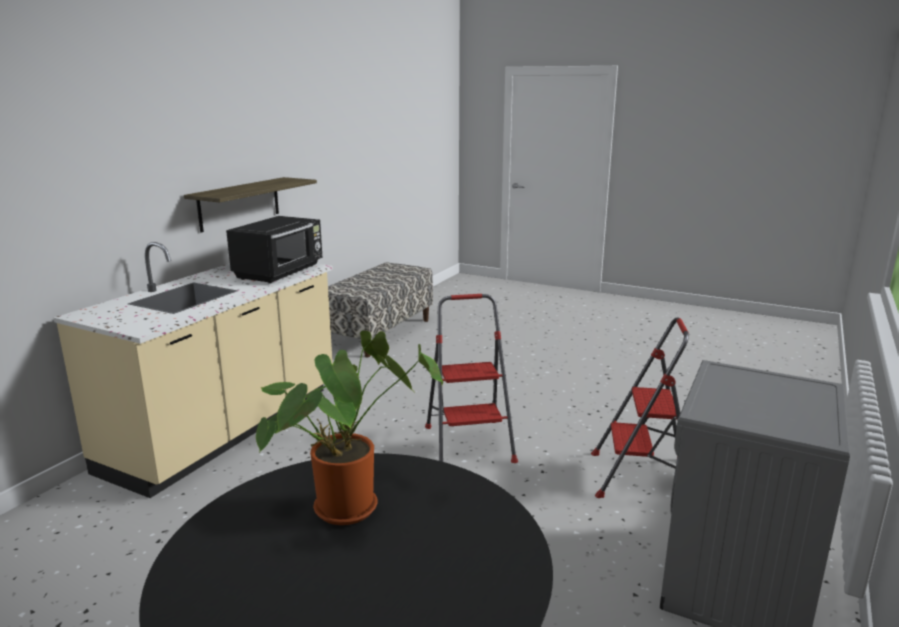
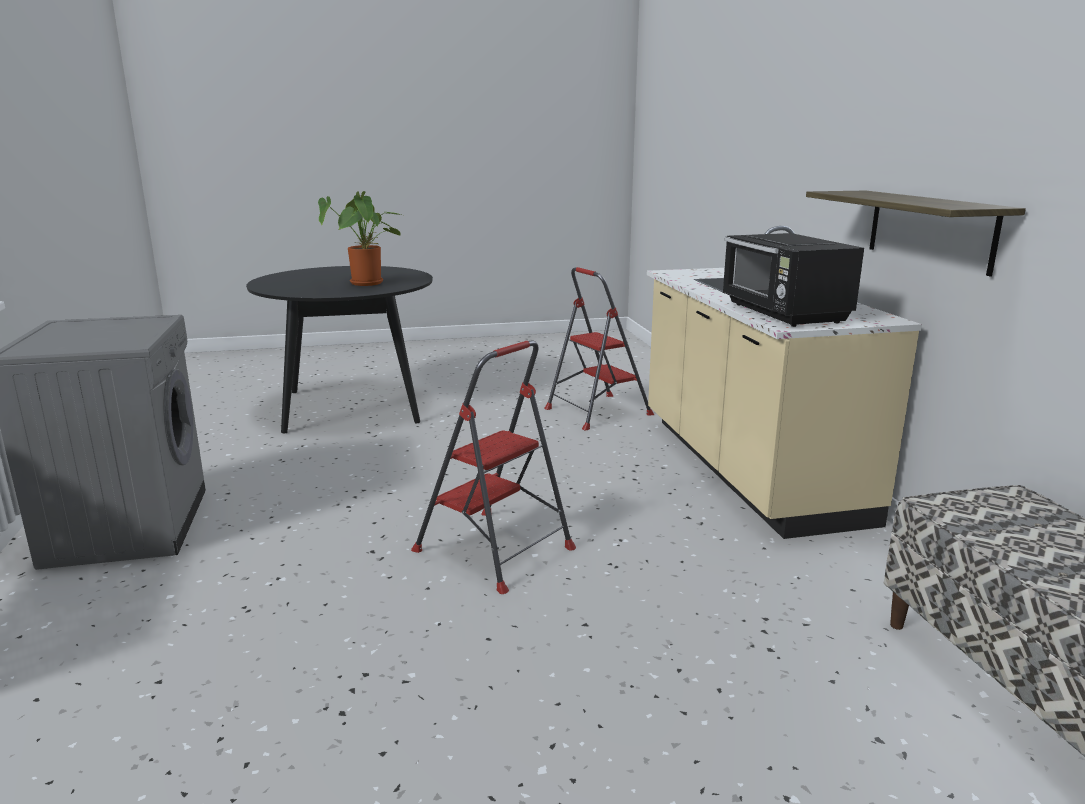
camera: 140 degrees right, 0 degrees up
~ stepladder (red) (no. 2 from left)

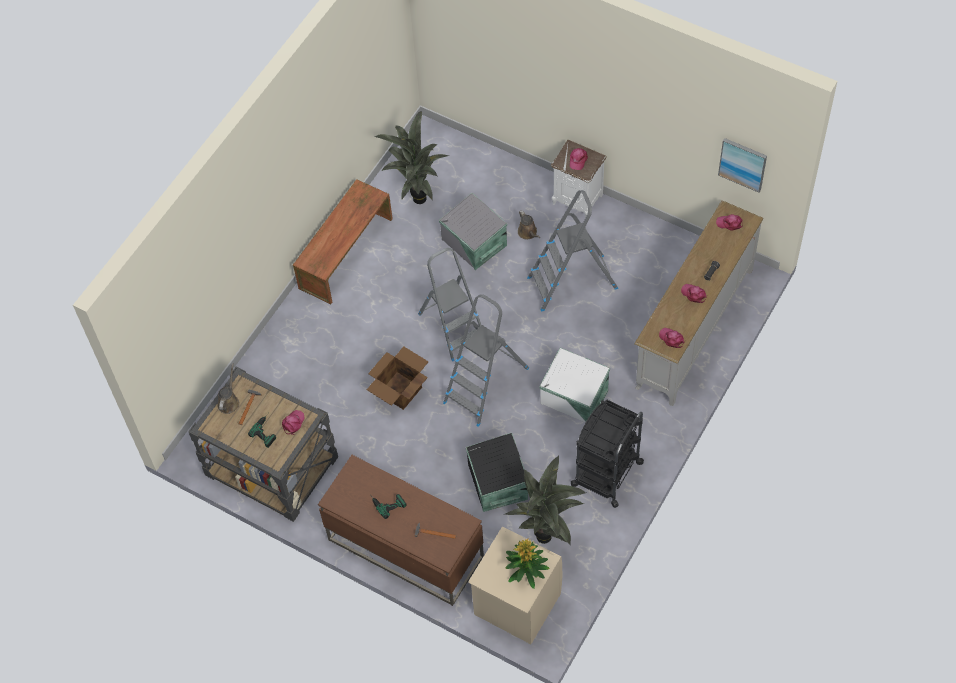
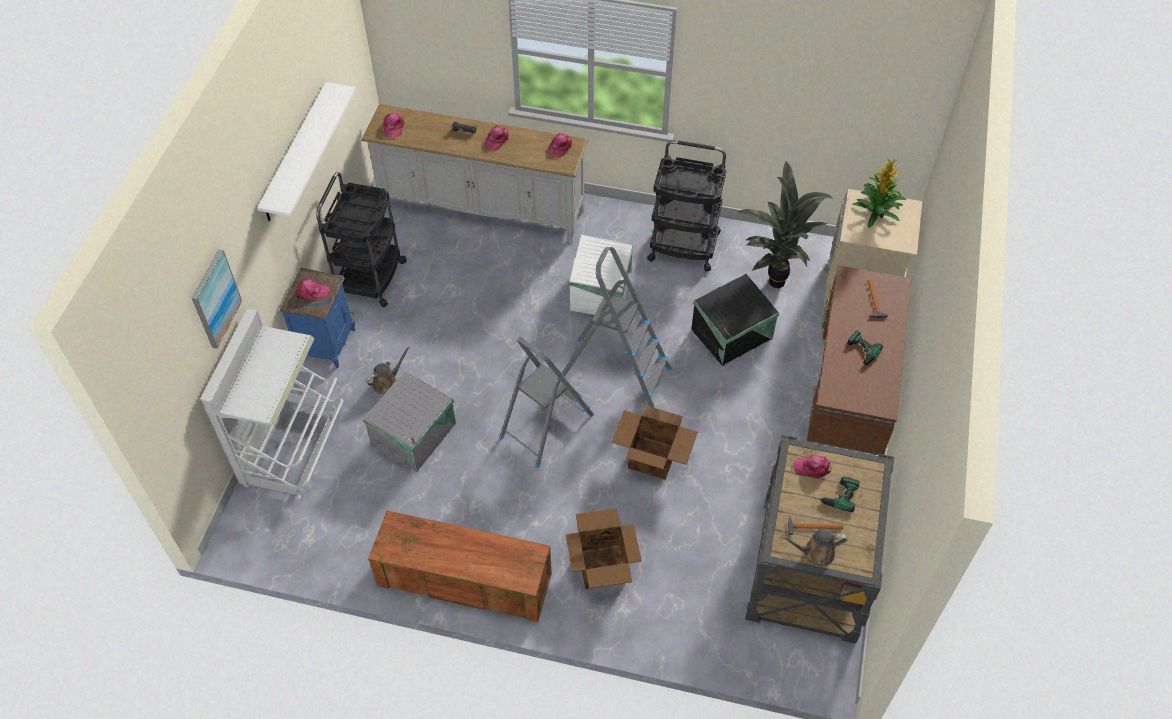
camera: 110 degrees left, 5 degrees down
- potted plant (no. 1 from left)
- stepladder (gray) (no. 3 from left)
+ shoe rack (whitish)
+ shelf (whitish)
+ wheeled cart (blackish) (no. 1 from left)
+ packing box (no. 1 from left)
~ picture
~ nightstand (whitish) to nightstand (blue)

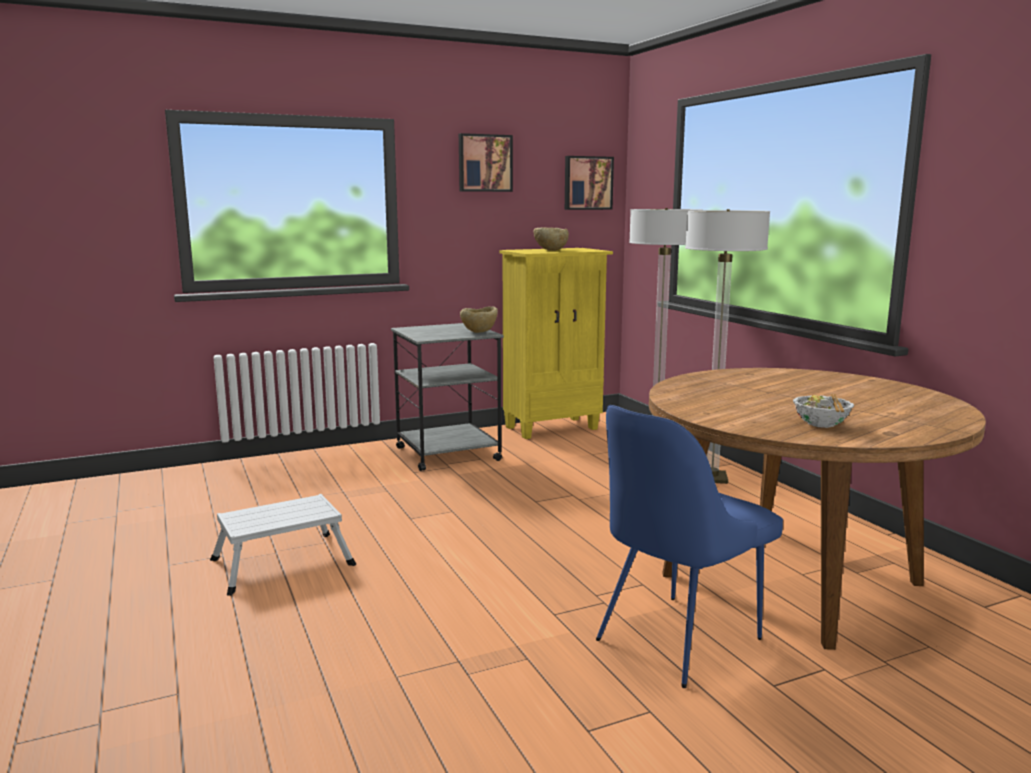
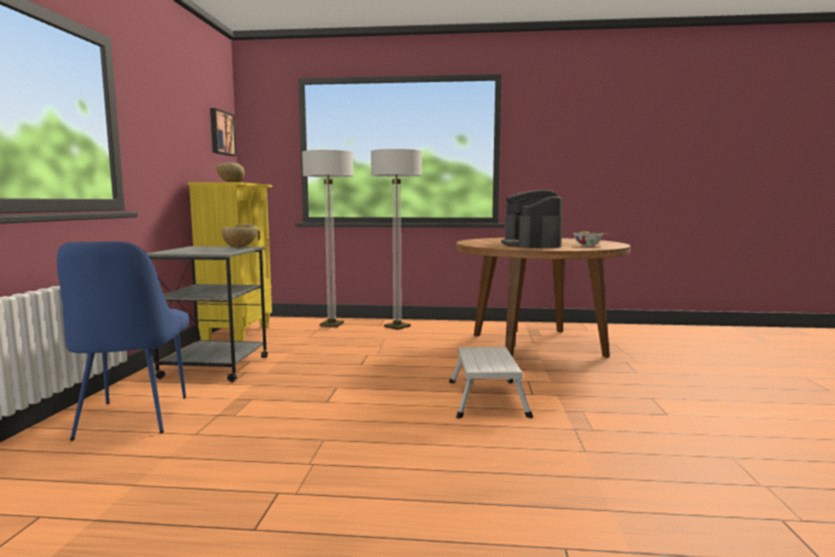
camera: 60 degrees left, 5 degrees down
- picture (no. 1 from left)
+ coffee machine
~ stepladder (whitish)
~ upright chair (blue)

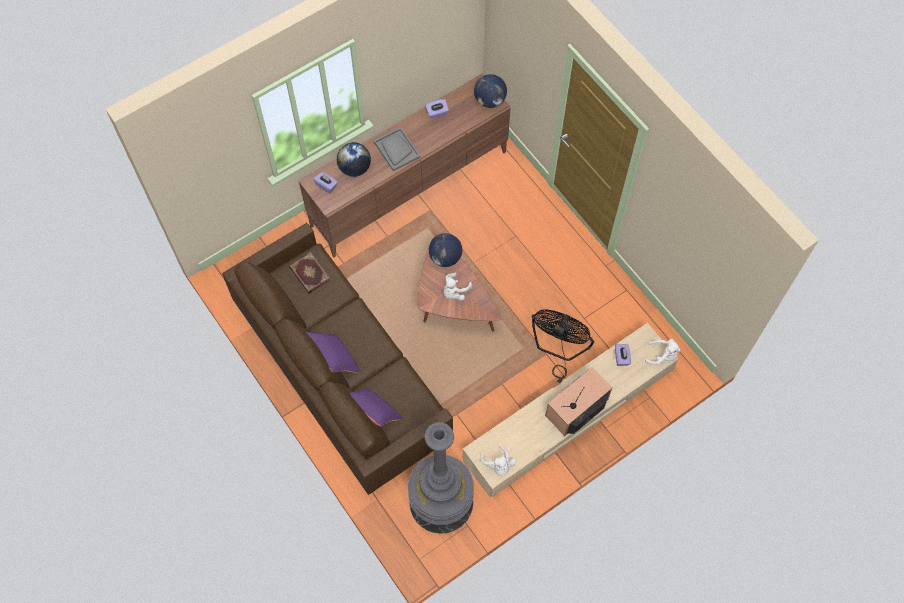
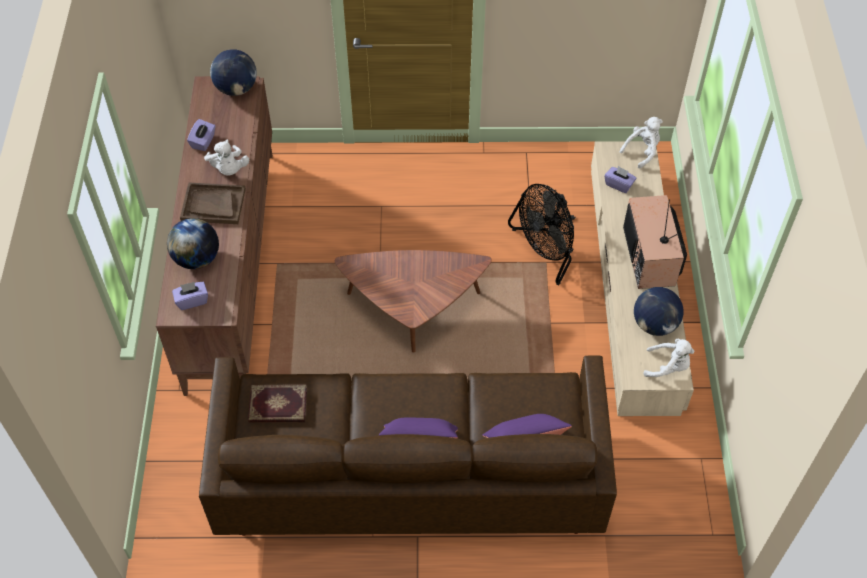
camera: 55 degrees left, 10 degrees down
- standard lamp (gray)
~ globe (no. 2 from left in the first image) to globe (no. 3 from left)
~ plush toy (whitish) (no. 1 from left)
~ serving tray (gray) to serving tray (brown)
~ electric fan (blackish) 90 degrees counterclockwise

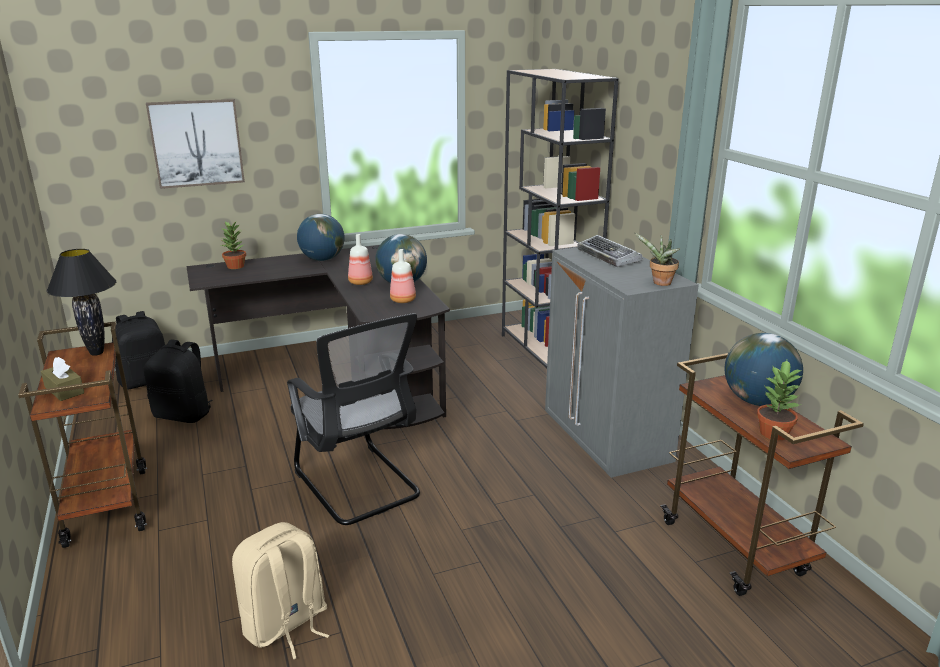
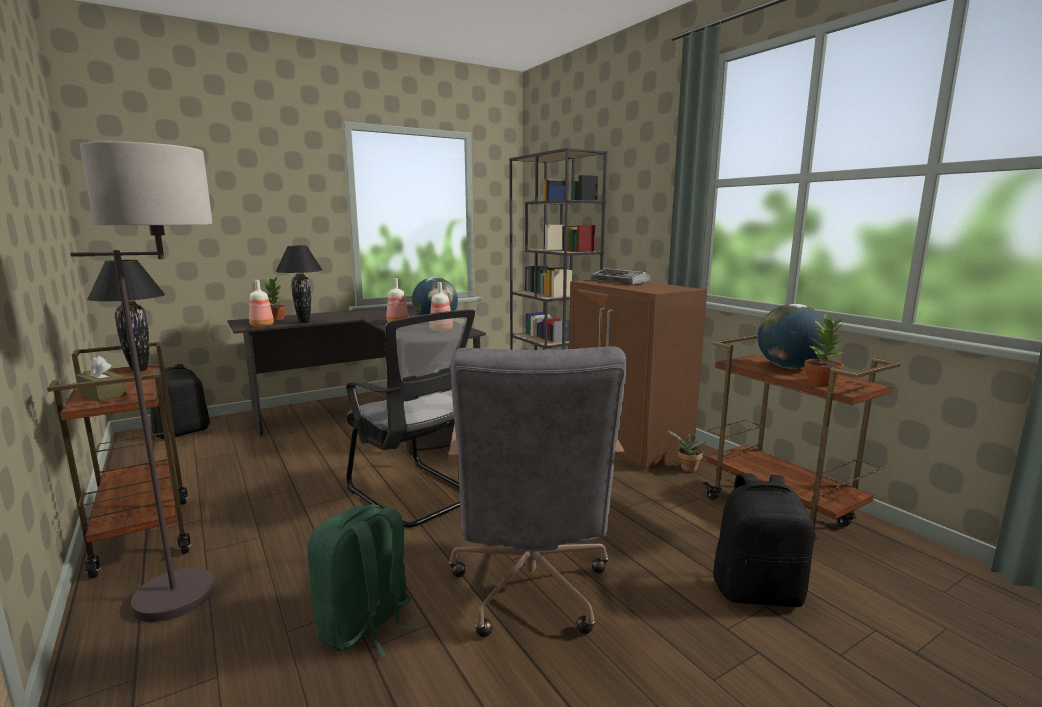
camera: 10 degrees left, 10 degrees down
- picture
- globe (no. 1 from left)
+ standard lamp (gray)
+ bottle (no. 1 from left)
+ tabletop lamp (blackish) (no. 2 from left)
+ desk chair (gray)
~ backpack (blackish) (no. 2 from left)
~ potted plant (no. 2 from left)
~ backpack (beige) to backpack (green-coloured)
~ cabinet (gray) to cabinet (brown)

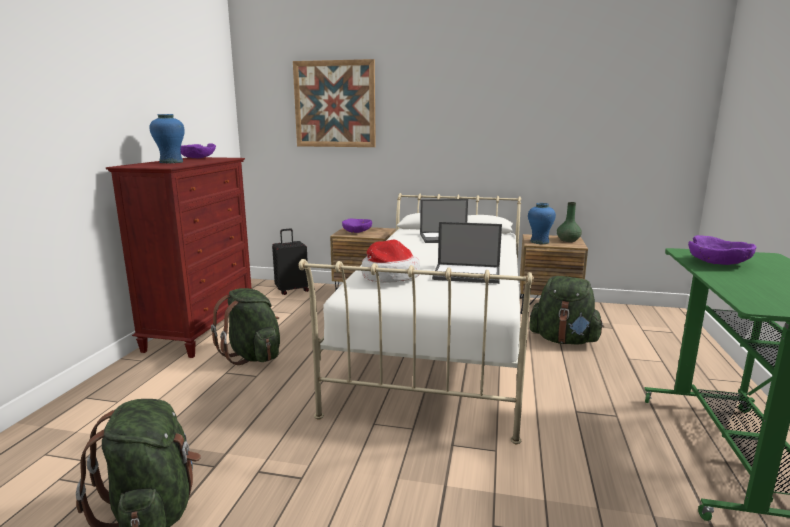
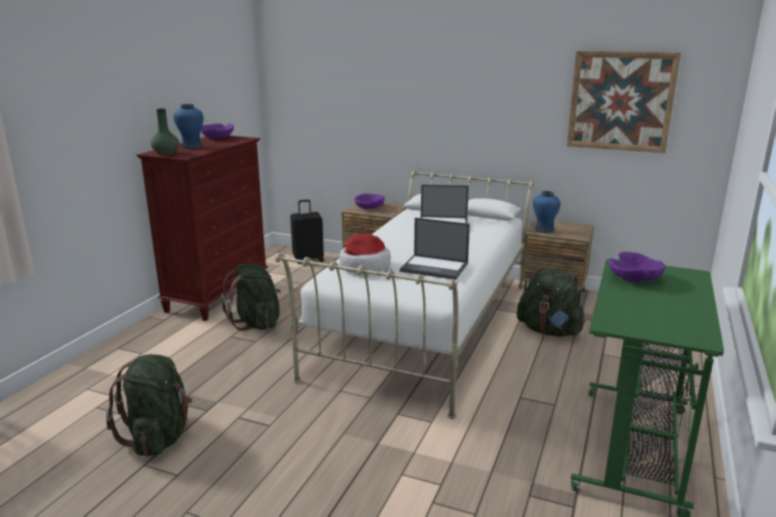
camera: 10 degrees right, 5 degrees up
~ picture
~ vase (green-coloured)

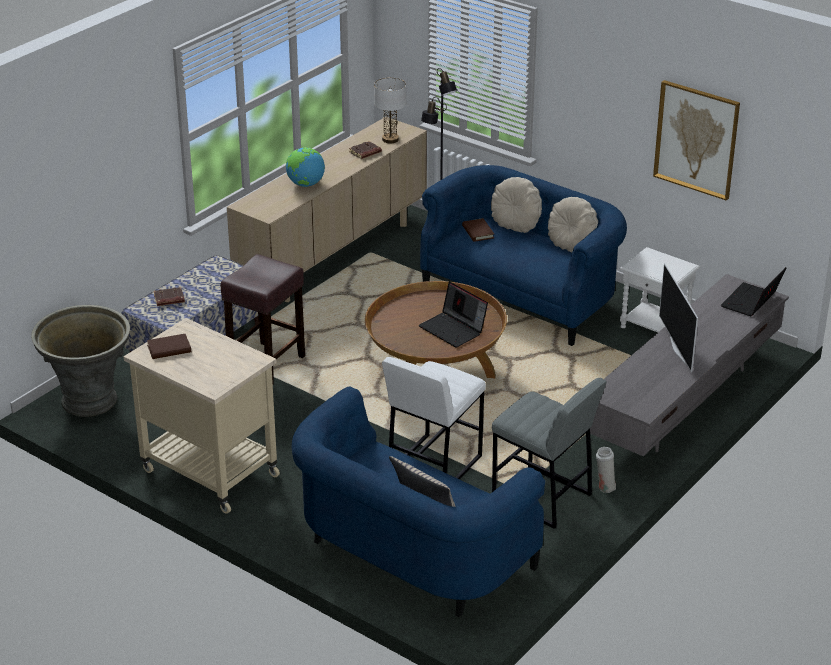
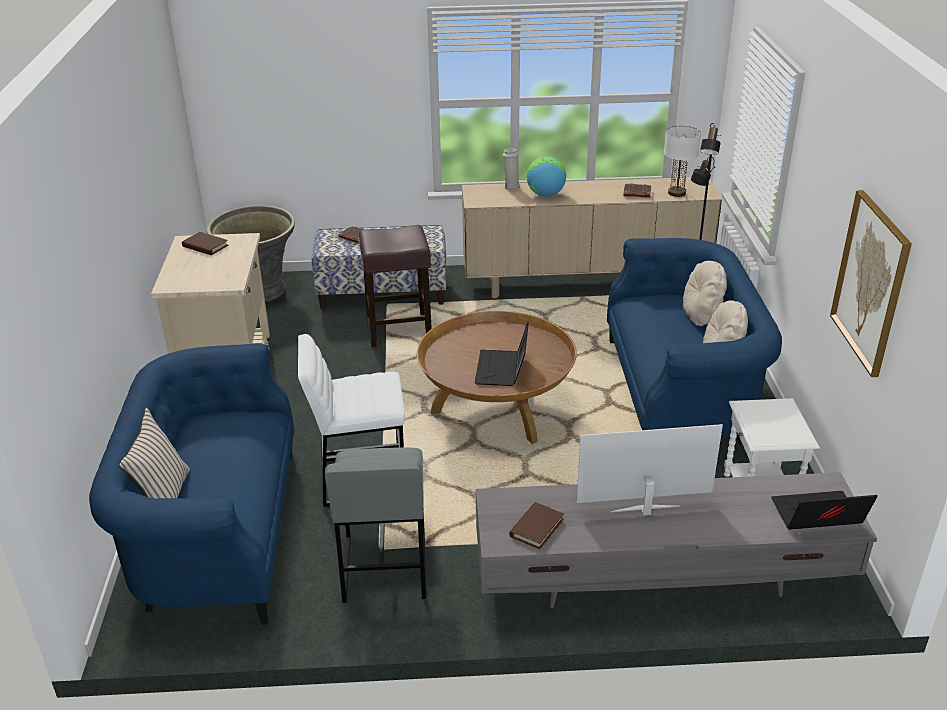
camera: 50 degrees right, 0 degrees up
~ volume (brown) (no. 4 from left in the first image) to volume (brown) (no. 3 from left)
~ vase (whitish)
~ TV 45 degrees clockwise

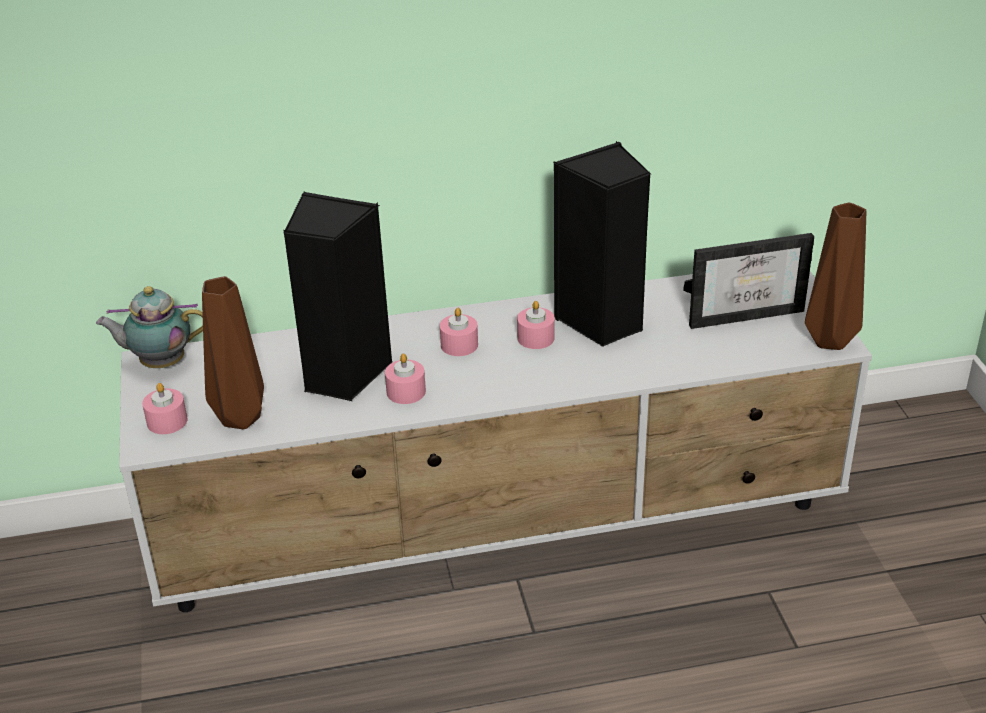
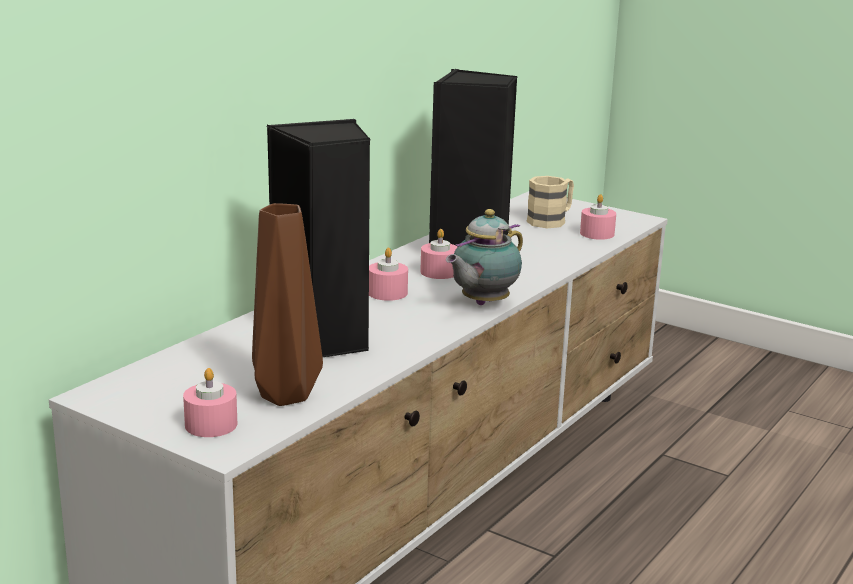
camera: 45 degrees left, 15 degrees down
- vase (brown) (no. 2 from left)
~ pot for tea
~ candle (pink) (no. 2 from left in the first image) to candle (pink) (no. 4 from left)
~ picture frame to tea mug (beige)

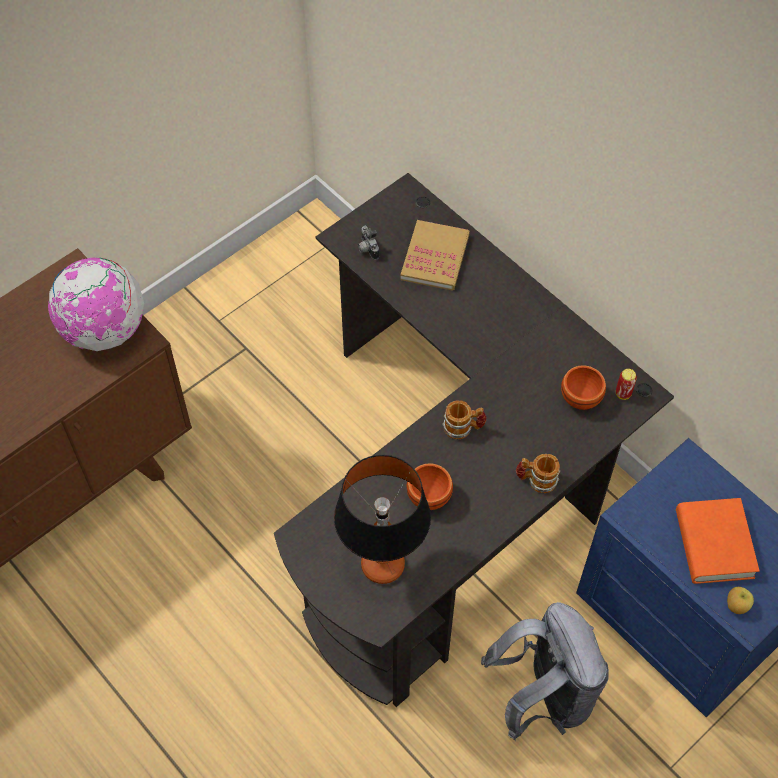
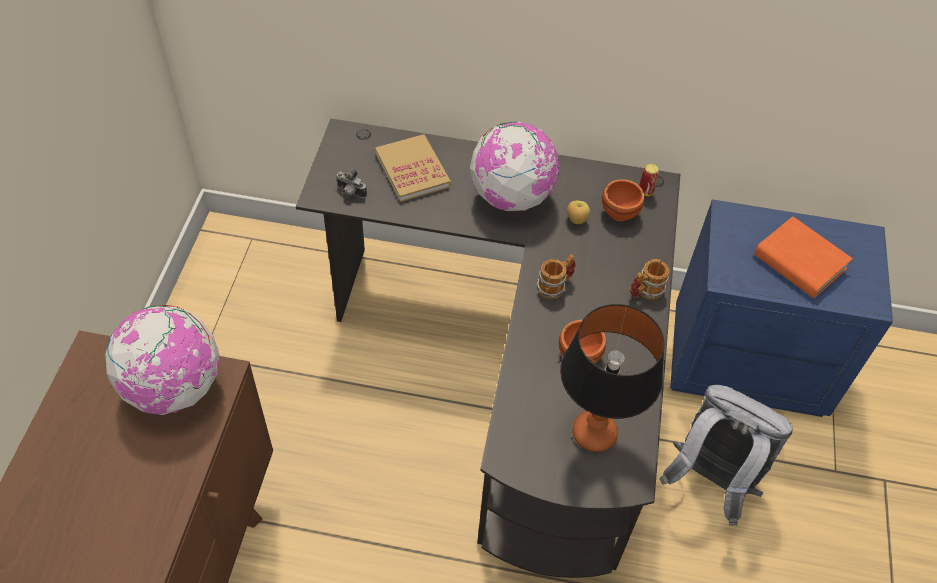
camera: 40 degrees left, 5 degrees down
+ globe (no. 2 from left)
~ whole apple

